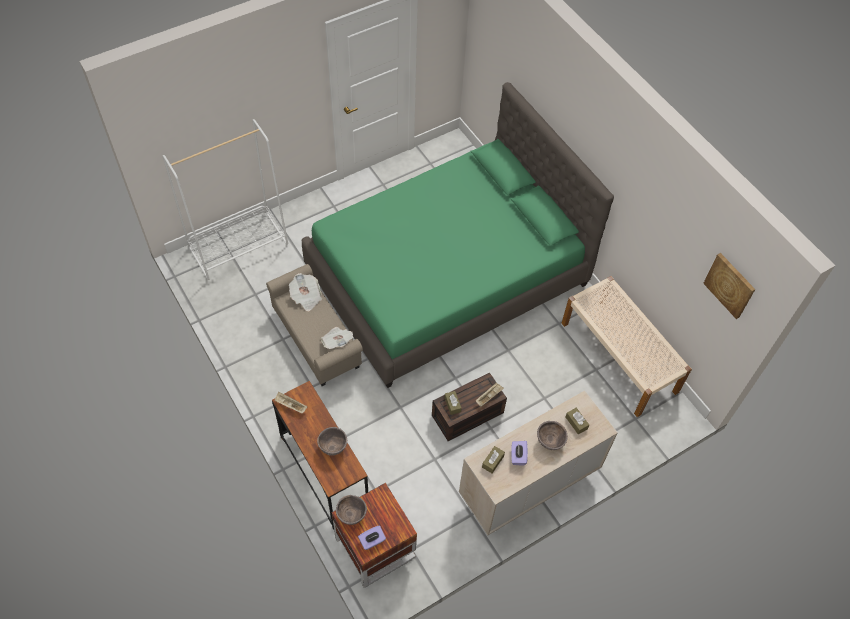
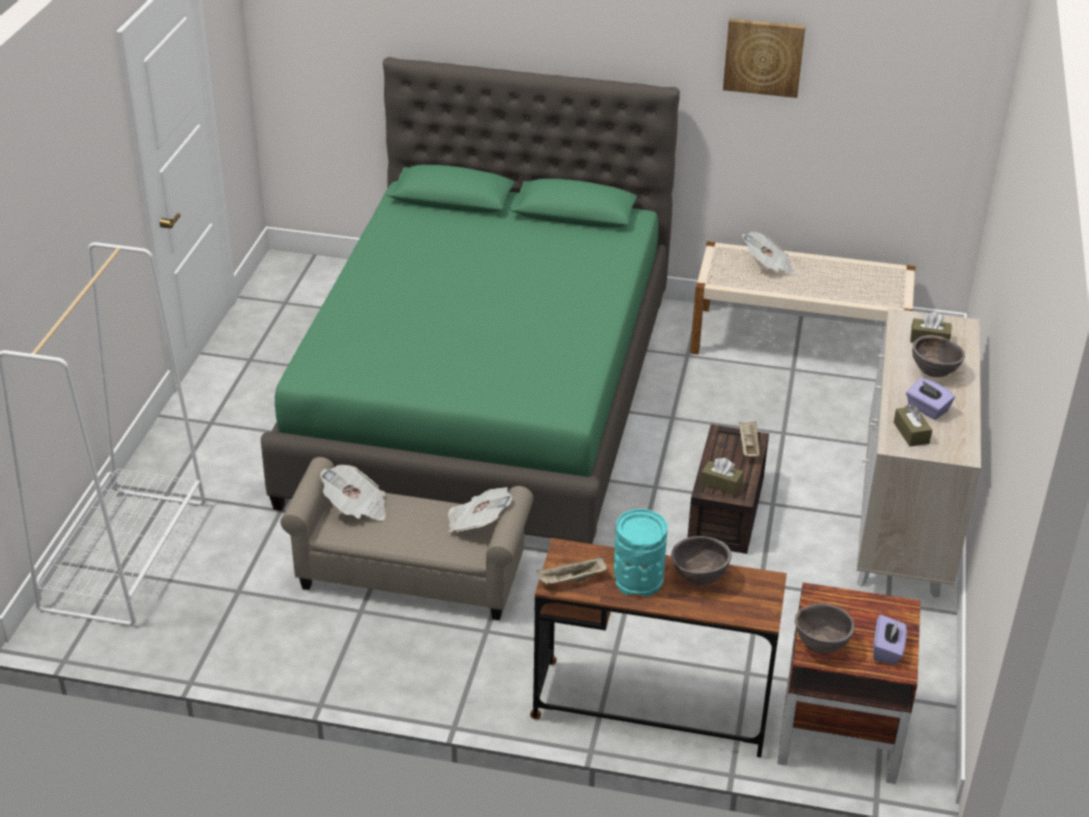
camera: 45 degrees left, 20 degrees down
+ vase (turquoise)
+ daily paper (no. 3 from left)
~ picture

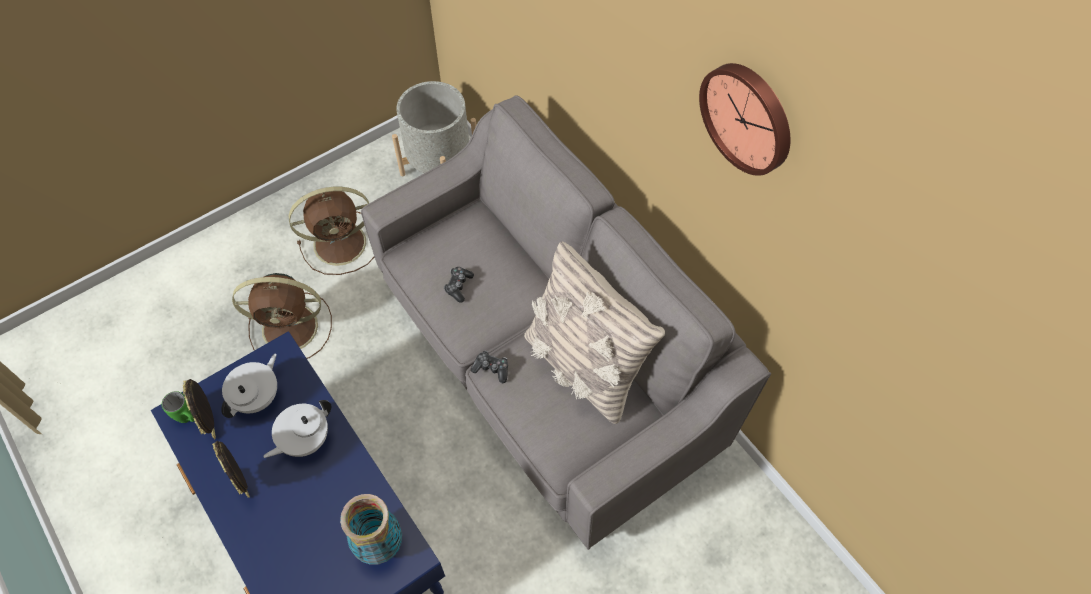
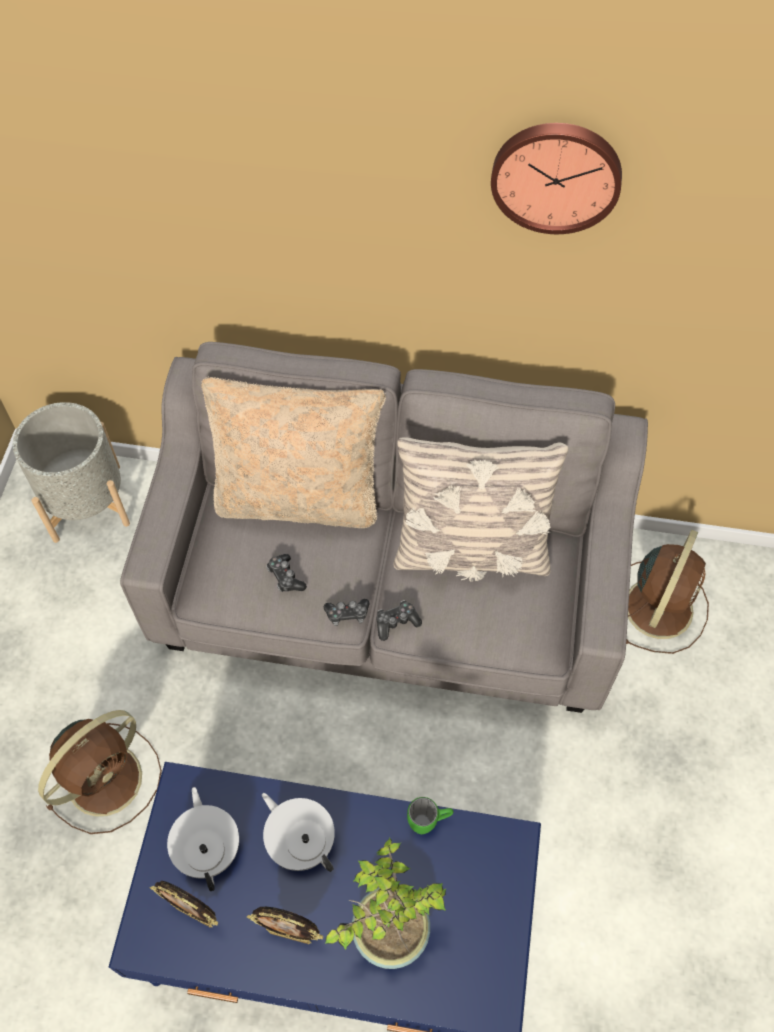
camera: 45 degrees left, 0 degrees up
- vase
+ cushion (beige) (no. 1 from left)
+ gamepad (no. 2 from left)
+ potted plant
~ tea mug (green-coloured)
~ electric fan (brown) (no. 2 from left)
~ pot for tea (whitish) (no. 2 from left) 135 degrees clockwise

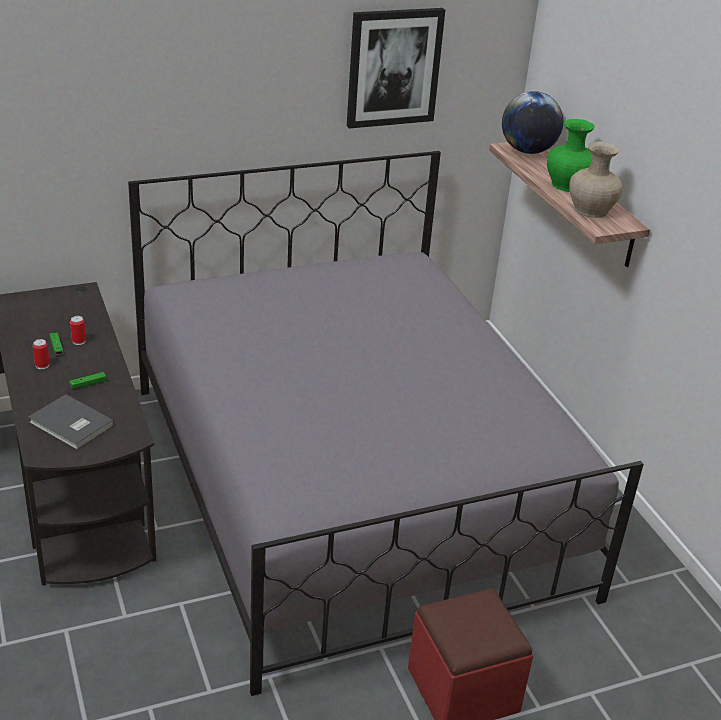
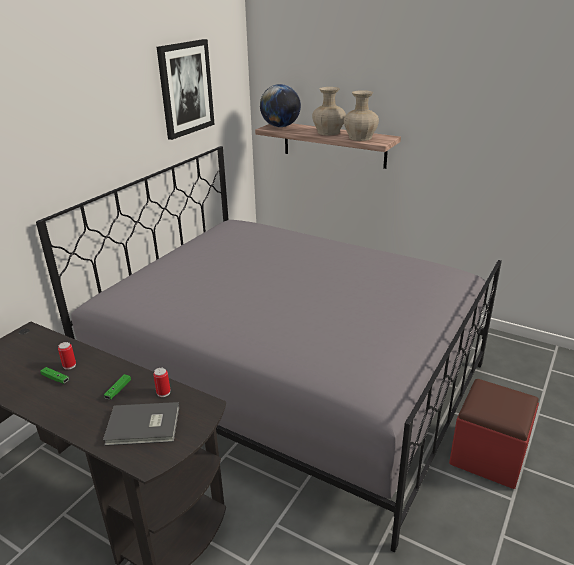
camera: 35 degrees left, 5 degrees down
~ can (no. 1 from left in the first image) to can (no. 2 from left)
~ vase (green-coloured) to vase (beige) (no. 1 from left)

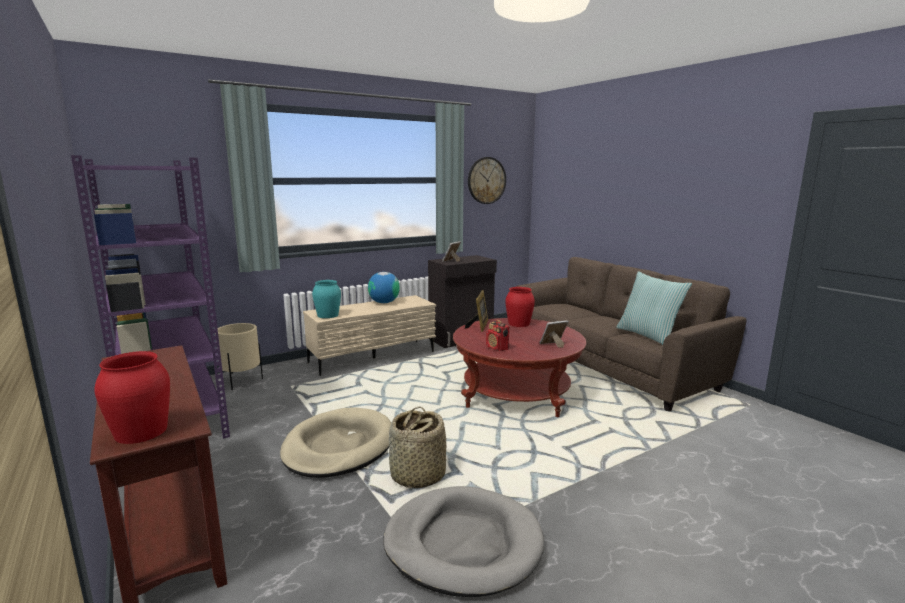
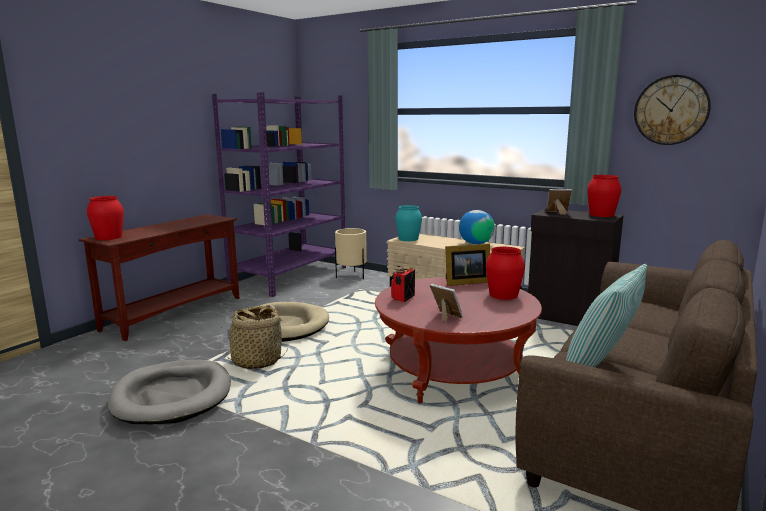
camera: 65 degrees right, 0 degrees up
+ vase (red) (no. 3 from left)

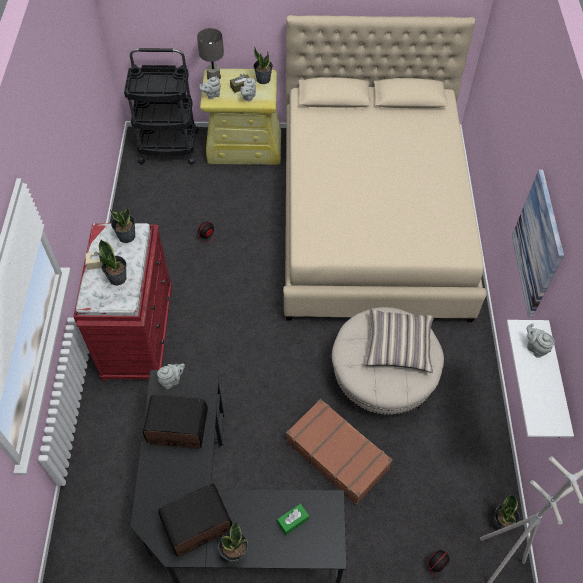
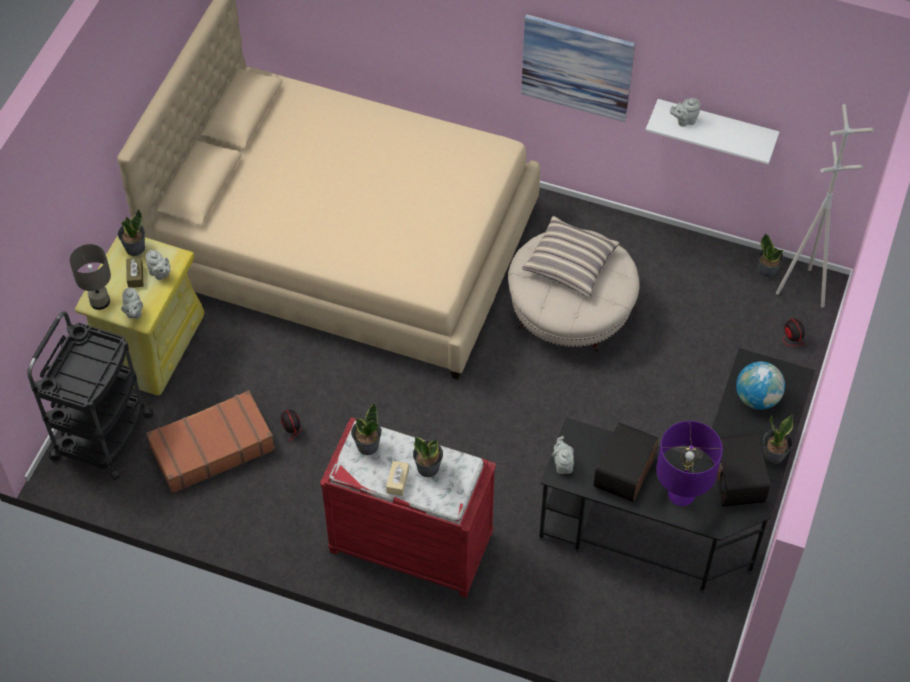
camera: 70 degrees left, 0 degrees up
+ tabletop lamp (purple)
~ suitcase (brown)
~ box of tissues (green-coloured) to globe

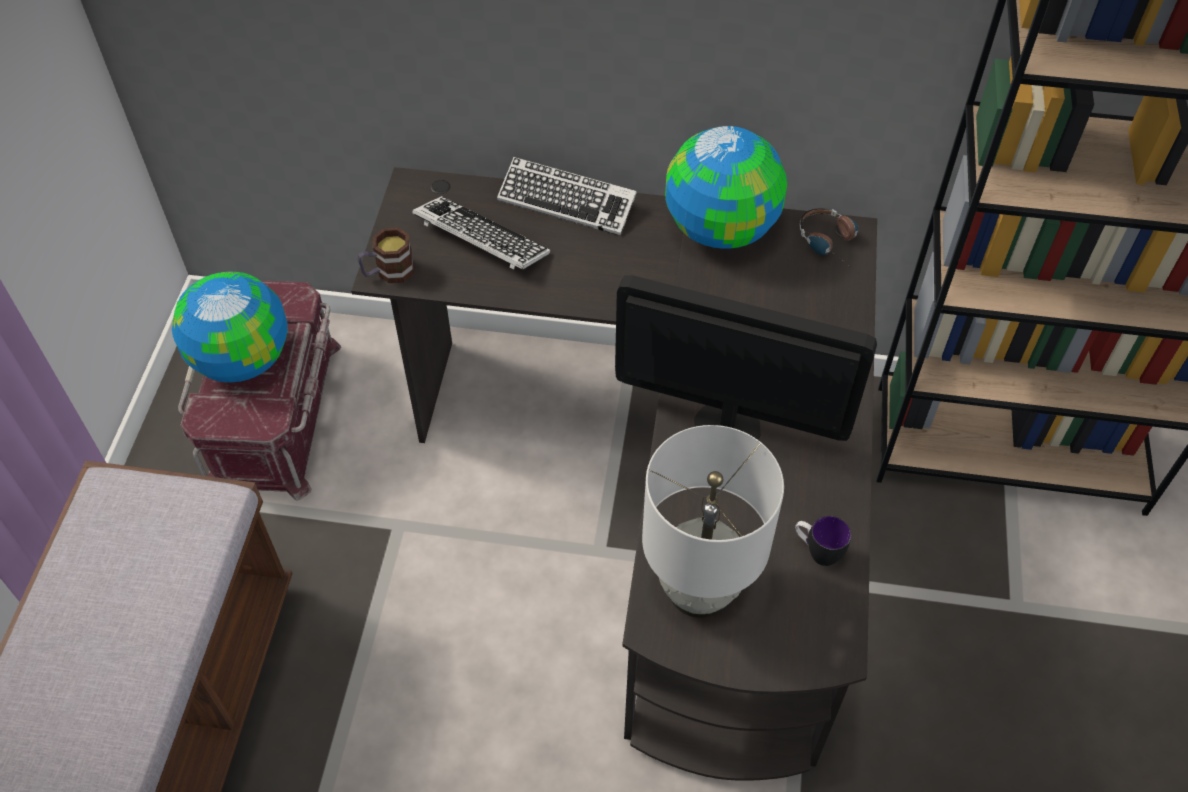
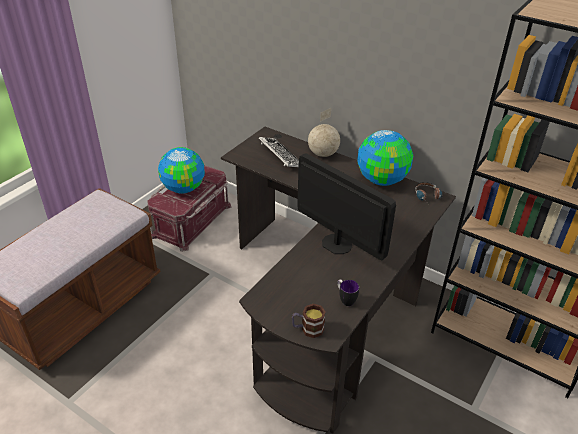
camera: 25 degrees right, 15 degrees down
- tabletop lamp (whitish)
~ tea mug (no. 1 from left)
~ PC keyboard (no. 2 from left) to globe (no. 2 from left)

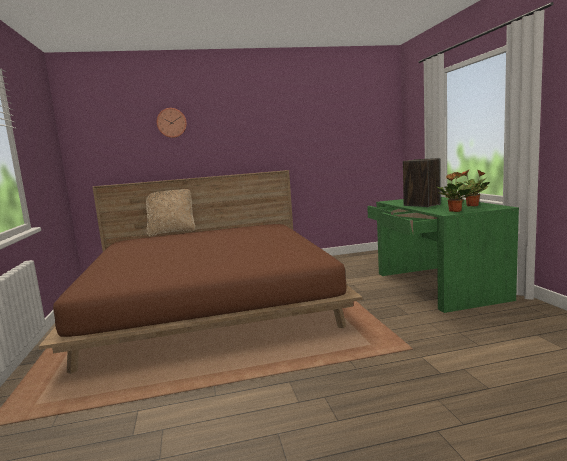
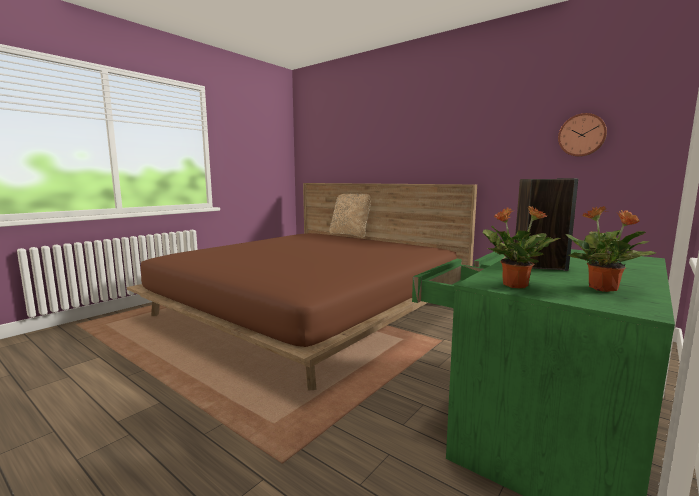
camera: 50 degrees right, 0 degrees up
~ clock on the wall

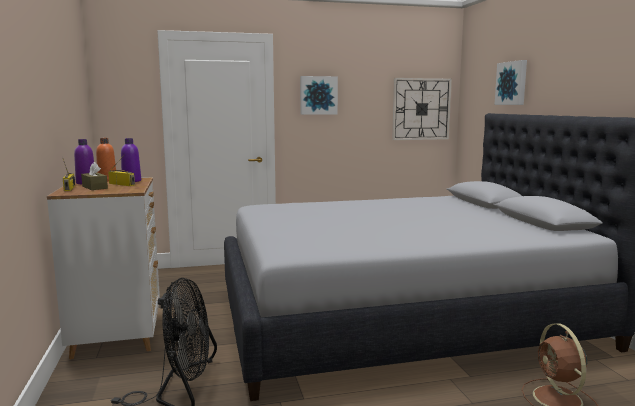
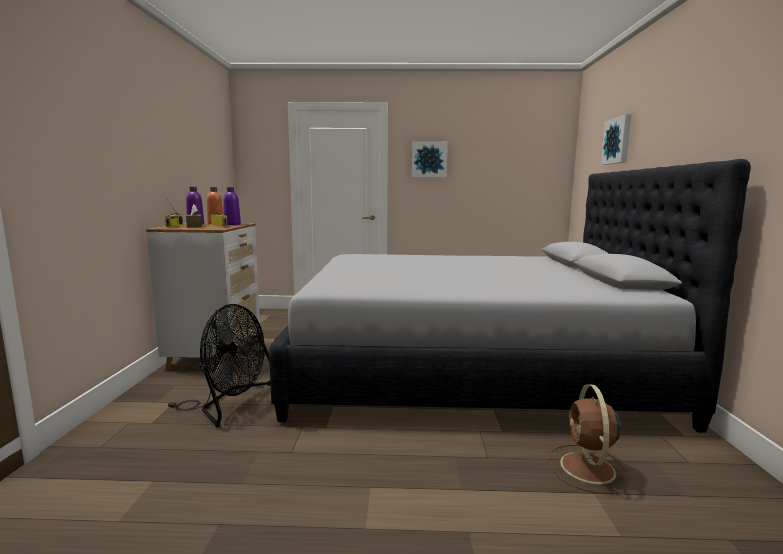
camera: 15 degrees right, 0 degrees up
- clock on the wall

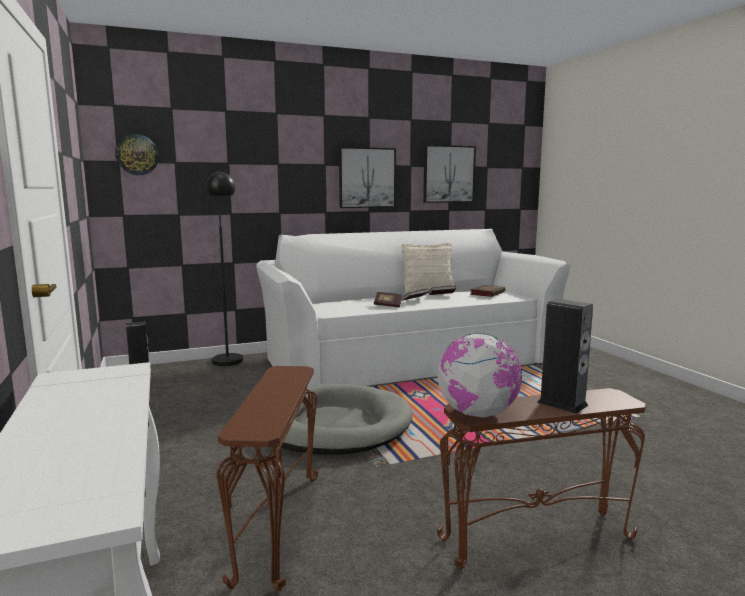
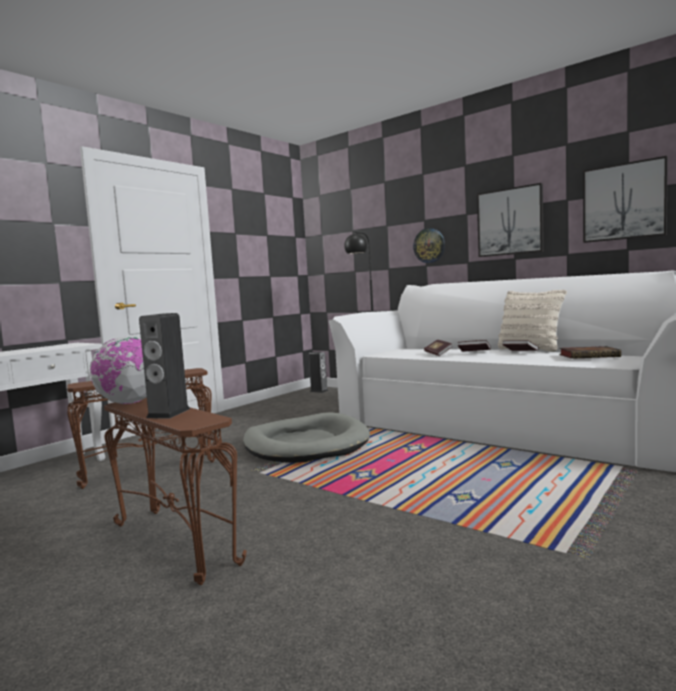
camera: 60 degrees right, 5 degrees down
~ clock on the wall

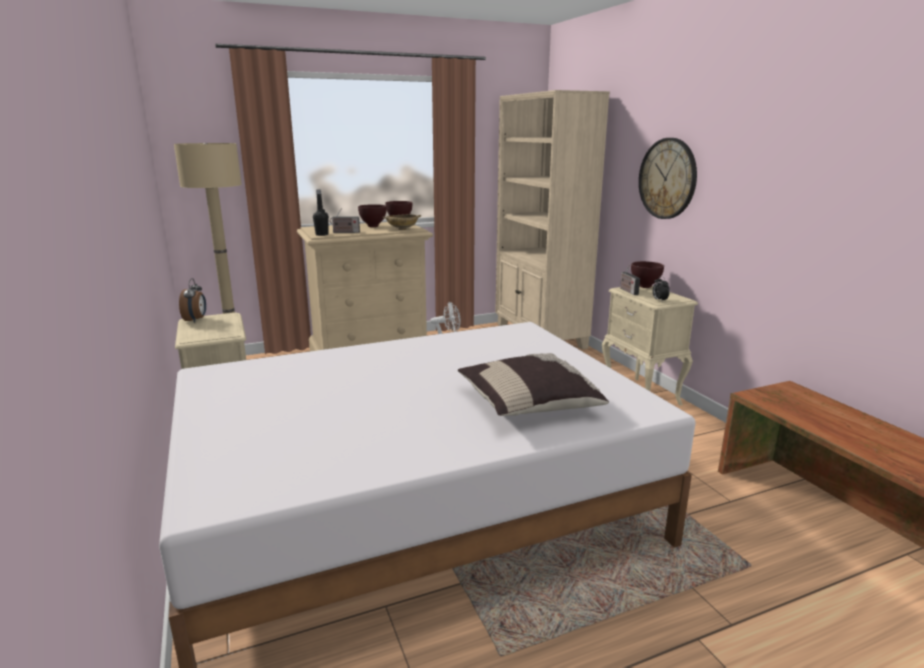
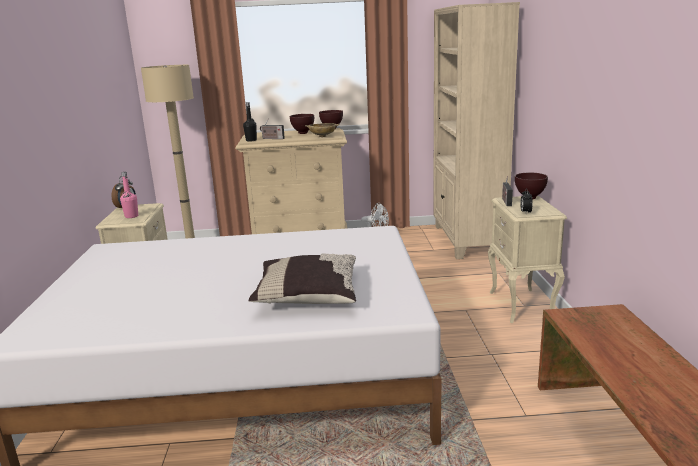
camera: 20 degrees right, 0 degrees up
- clock on the wall
+ bottle (pink)

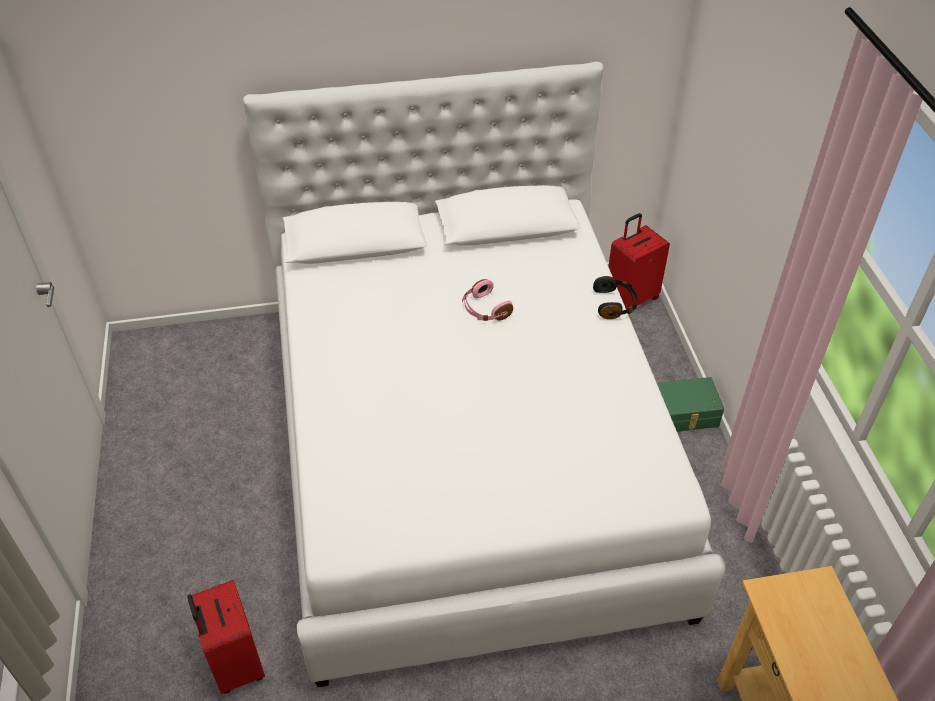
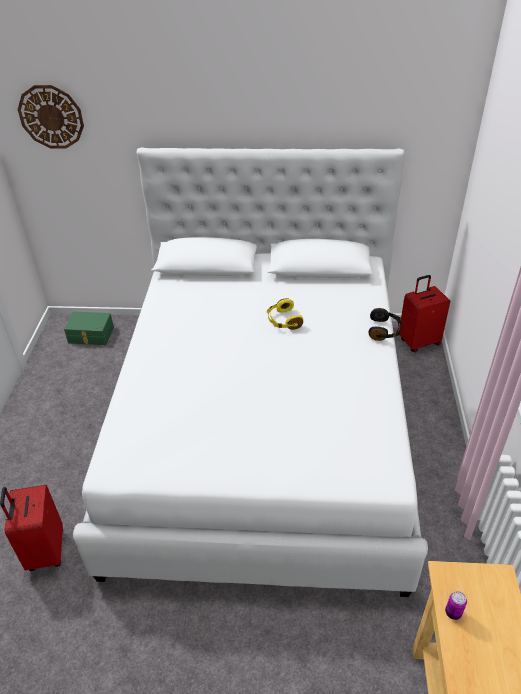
camera: 15 degrees right, 5 degrees down
+ clock on the wall
+ can
~ storage container (green-coloured)
~ headphones (pink) to headphones (yellow)

